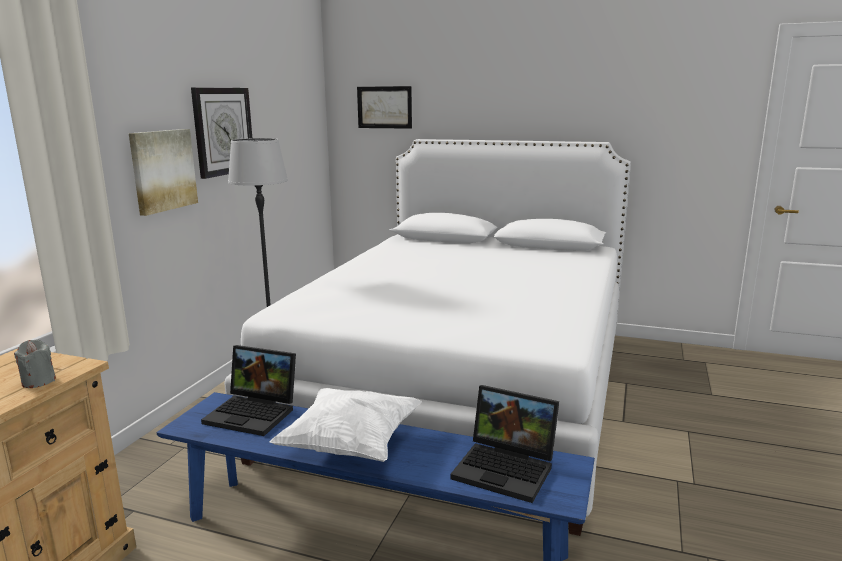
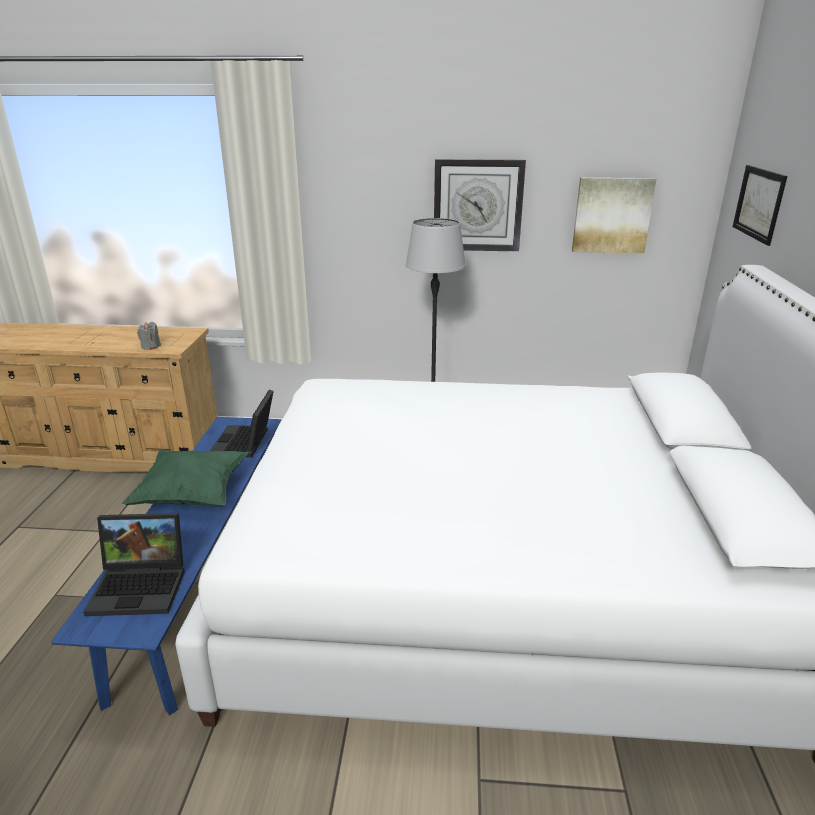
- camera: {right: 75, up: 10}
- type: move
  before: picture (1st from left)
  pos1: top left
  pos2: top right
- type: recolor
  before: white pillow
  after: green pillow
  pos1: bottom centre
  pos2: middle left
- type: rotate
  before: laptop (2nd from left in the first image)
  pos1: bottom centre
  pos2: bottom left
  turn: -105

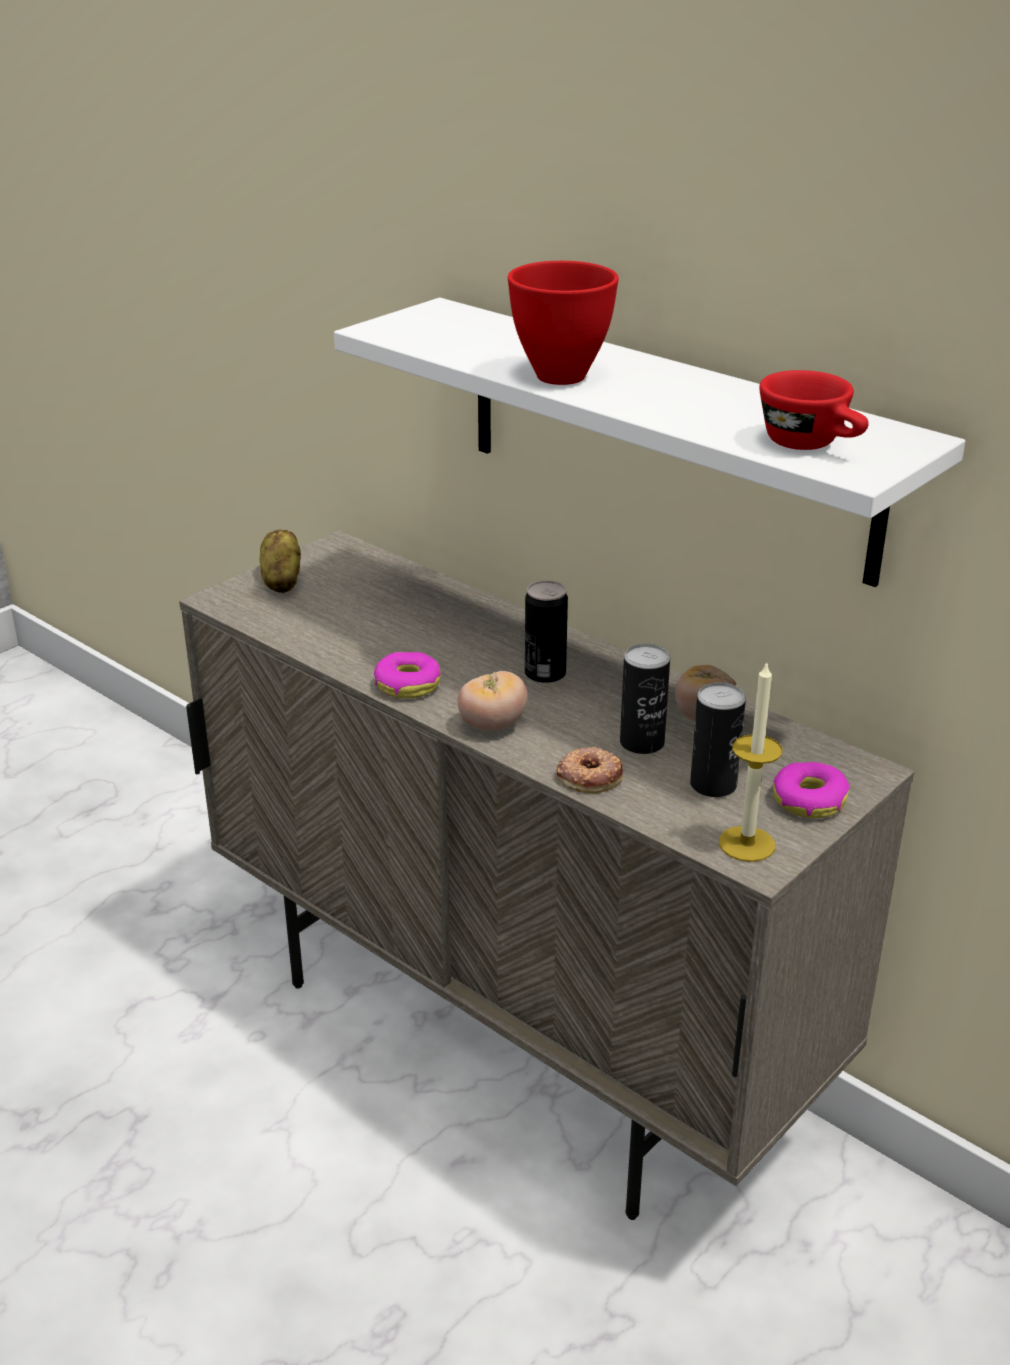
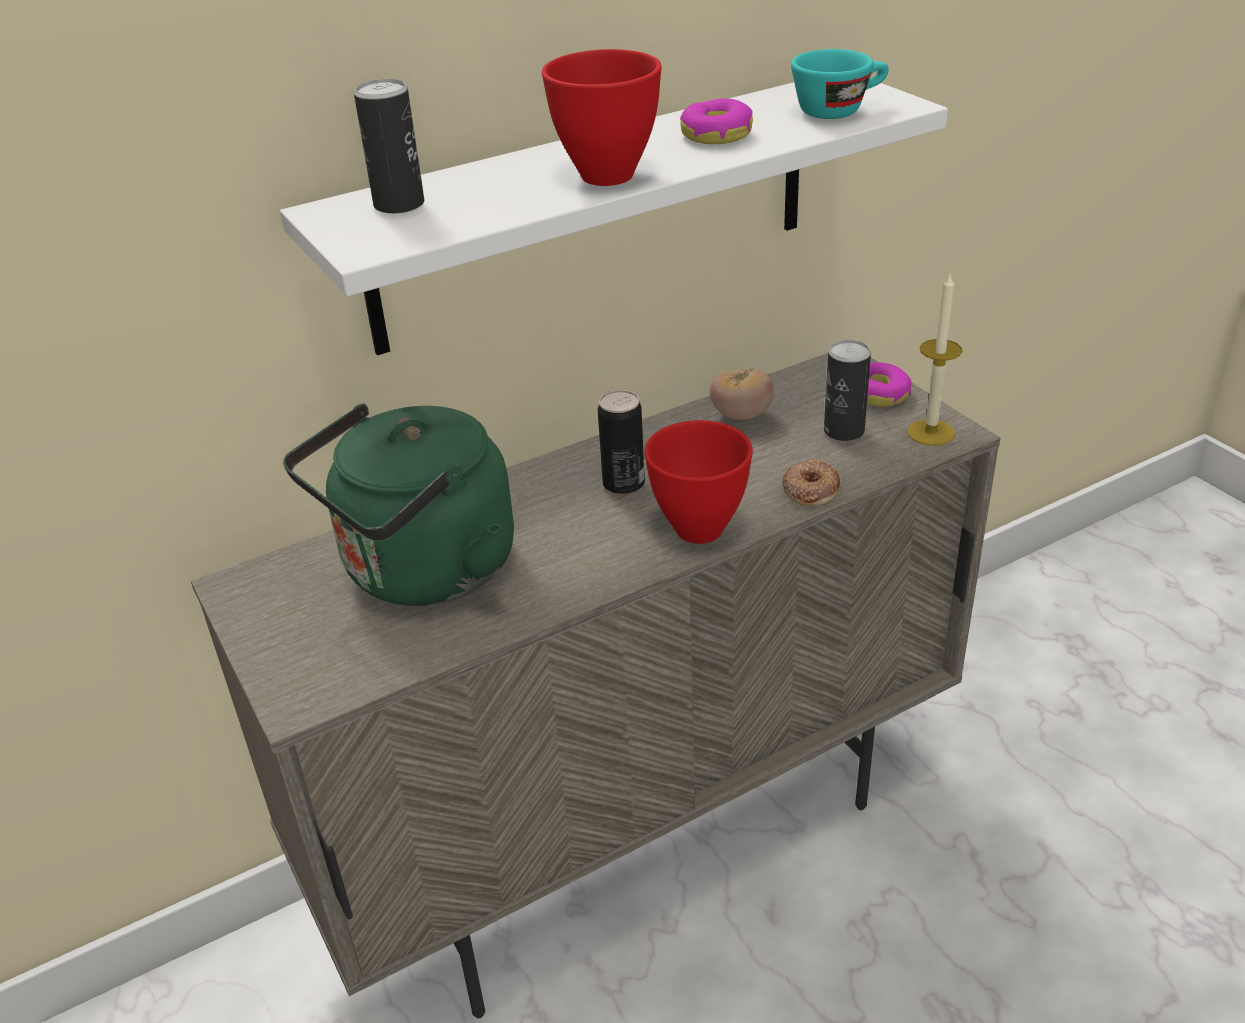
- camera: {right: -70, up: 5}
- type: delete
  before: potato
  pos1: middle left
- type: insert
  after: green kettle
  pos2: middle left
- type: move
  before: donut (1st from left)
  pos1: centre
  pos2: top centre
- type: move
  before: can (2nd from left in the first image)
  after: can (1st from left)
  pos1: centre
  pos2: top left
- type: replace
  before: tomato (1st from left)
  after: red bowl (2nd from left)
  pos1: centre
  pos2: centre
- type: recolor
  before: red cup
  after: turquoise cup
  pos1: top right
  pos2: top right

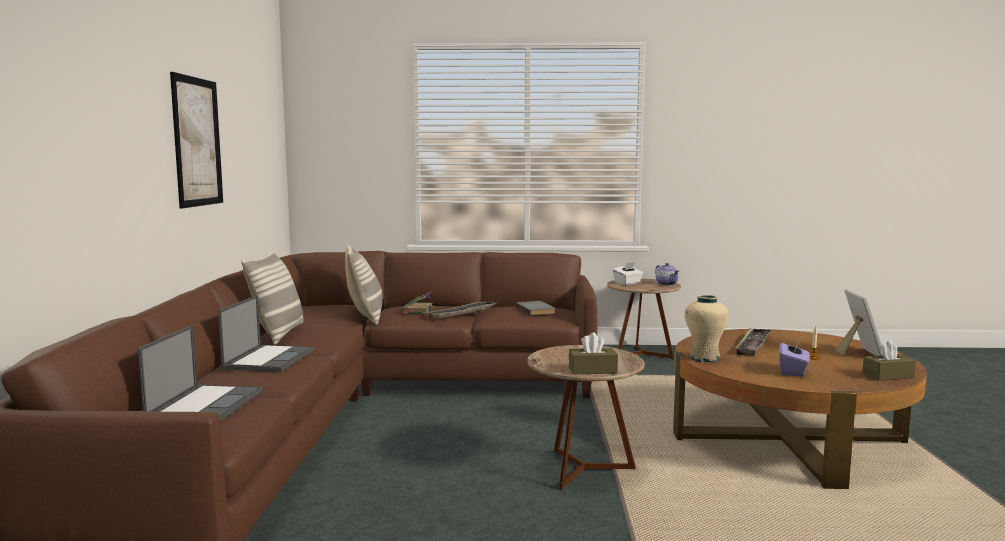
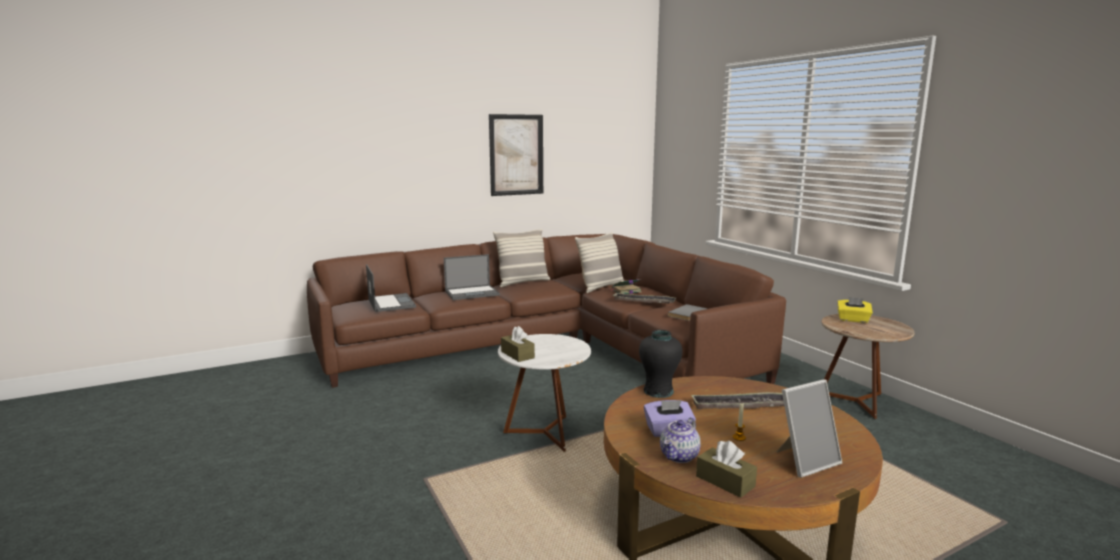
- camera: {right: 60, up: 5}
- type: move
  before: teapot
  pos1: centre
  pos2: bottom centre
- type: recolor
  before: brown side table (1st from left)
  after: white side table
  pos1: bottom centre
  pos2: bottom centre
- type: recolor
  before: white tissue box
  after: yellow tissue box
  pos1: centre
  pos2: middle right
- type: recolor
  before: beige vase
  after: black vase
  pos1: middle right
  pos2: centre
- type: rotate
  before: laptop (1st from left)
  pos1: bottom left
  pos2: centre
  turn: -90

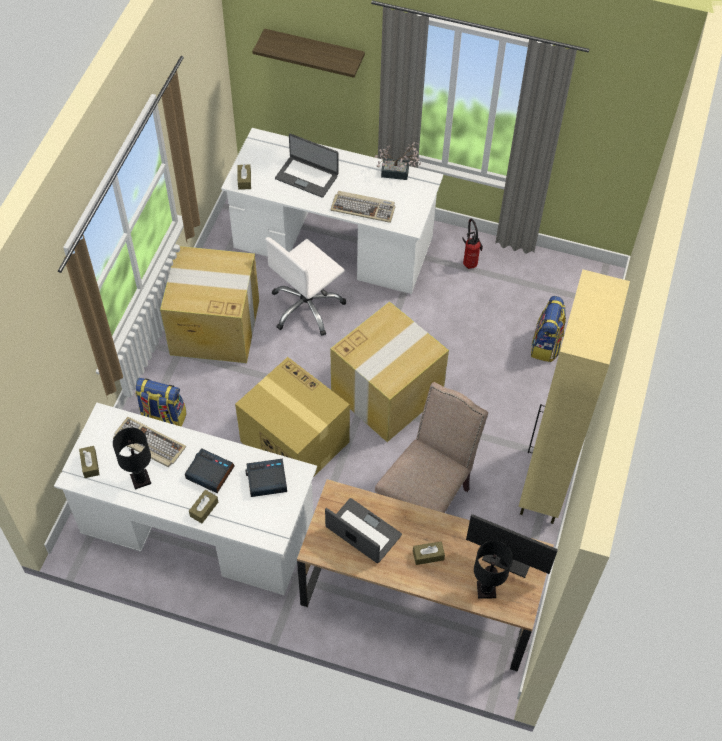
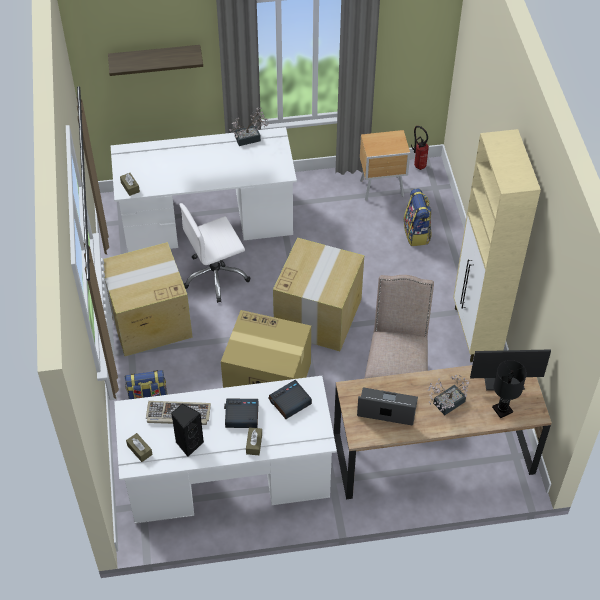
- camera: {right: -25, up: -5}
- type: delete
  before: laptop (1st from left)
  pos1: top centre
- type: delete
  before: keyboard (2nd from left)
  pos1: top centre
- type: insert
  after: brown nightstand
  pos2: top centre
- type: move
  before: fire extinguisher
  pos1: top centre
  pos2: top right
- type: replace
  before: black table lamp (1st from left)
  after: black speaker
  pos1: middle left
  pos2: bottom left
- type: replace
  before: brown tissue box (4th from left)
  after: potted plant (2nd from left)
  pos1: bottom centre
  pos2: middle right
- type: rotate
  before: white office chair
  pos1: centre
  pos2: centre
  turn: 45

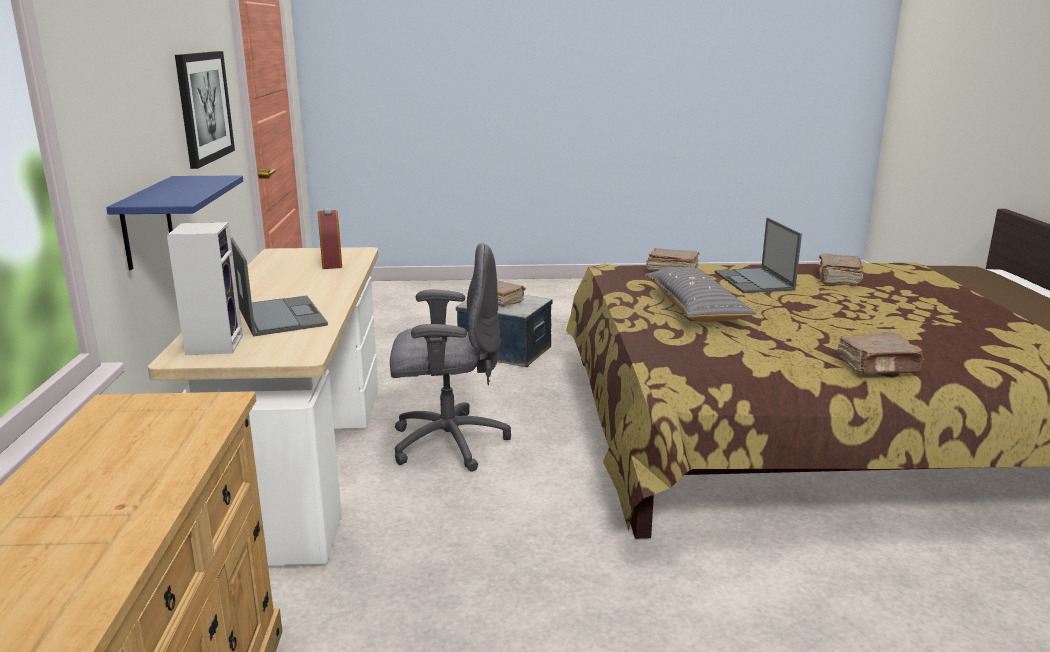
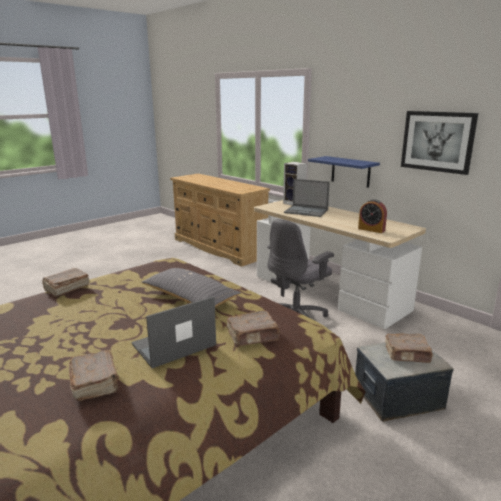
- camera: {right: 140, up: 0}
- type: rotate
  before: laptop (2nd from left in the first image)
  pos1: middle right
  pos2: centre
  turn: -75

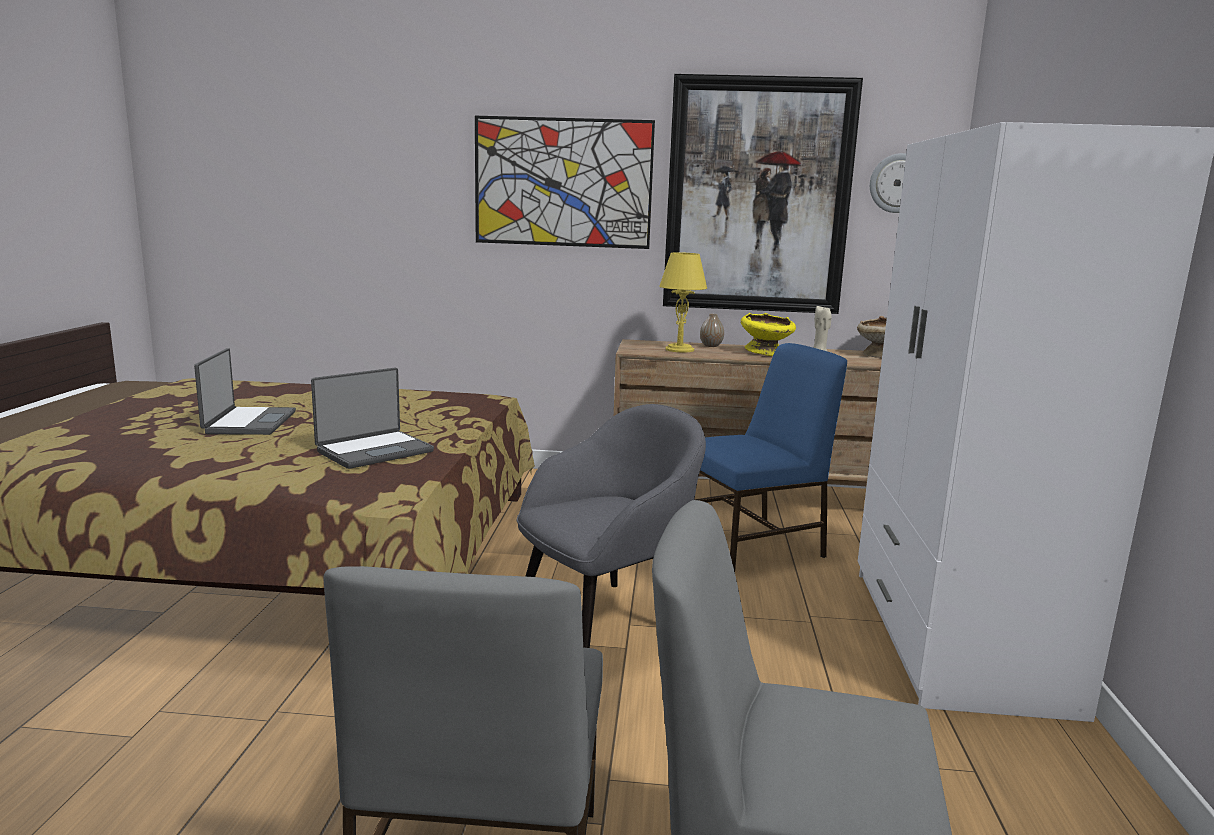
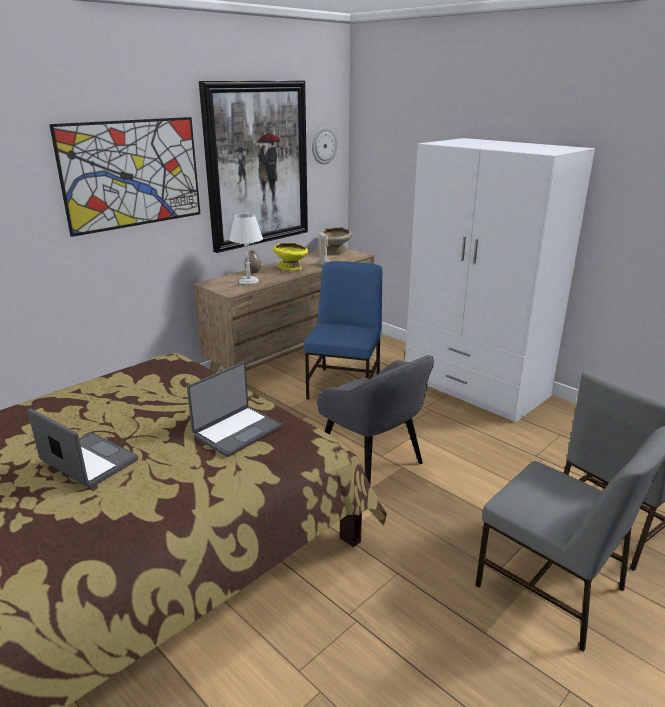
- camera: {right: -50, up: 10}
- type: recolor
  before: yellow table lamp
  after: white table lamp
  pos1: centre
  pos2: centre
- type: rotate
  before: laptop (2nd from left)
  pos1: middle left
  pos2: centre
  turn: 45
- type: rotate
  before: grey armchair
  pos1: centre
  pos2: centre
  turn: 135

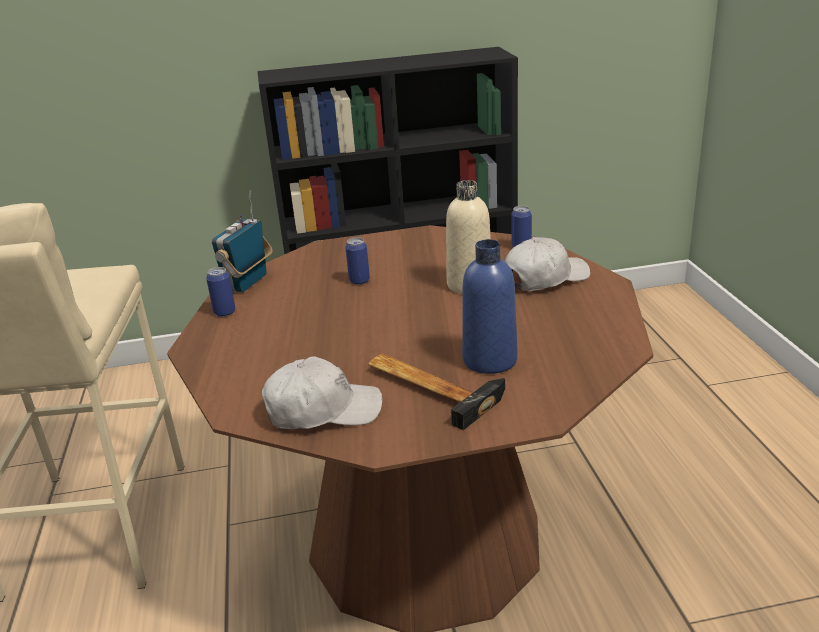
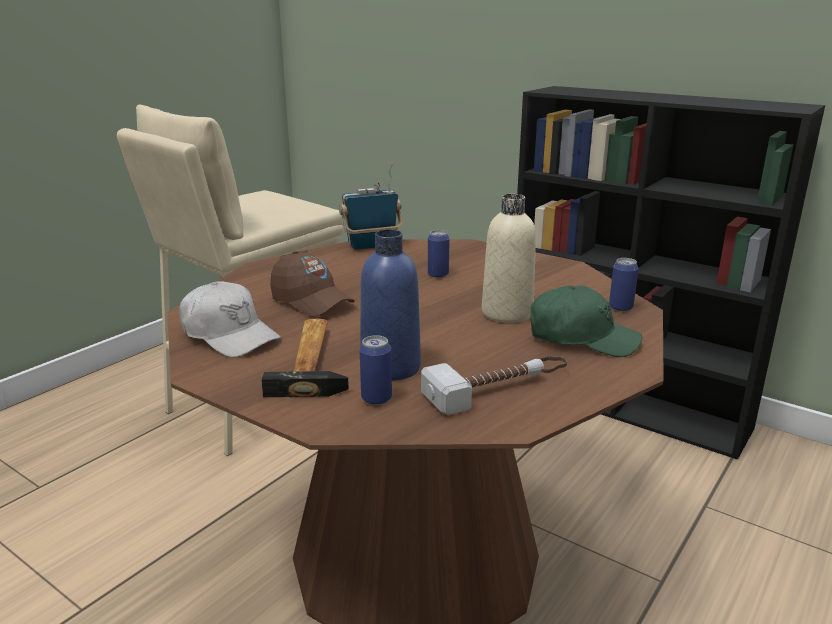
- camera: {right: 45, up: -5}
- type: insert
  after: brown cap
  pos2: centre
- type: insert
  after: hammer (2nd from left)
  pos2: centre
- type: move
  before: can (1st from left)
  pos1: middle left
  pos2: centre
- type: recolor
  before: white cap (2nd from left)
  after: green cap
  pos1: middle right
  pos2: middle right

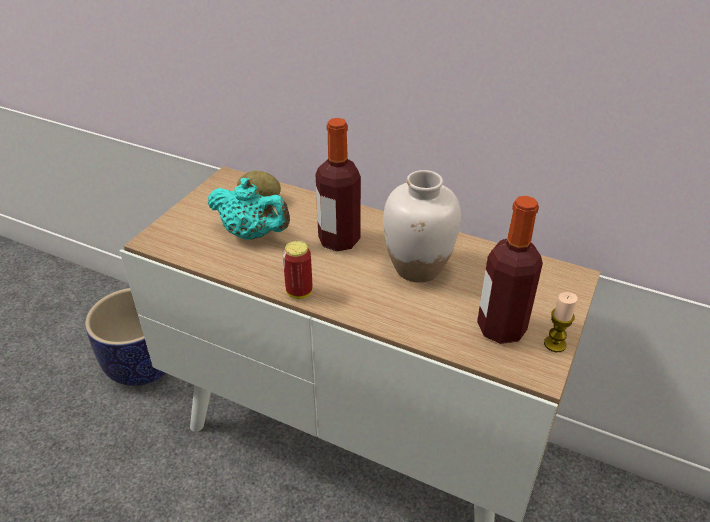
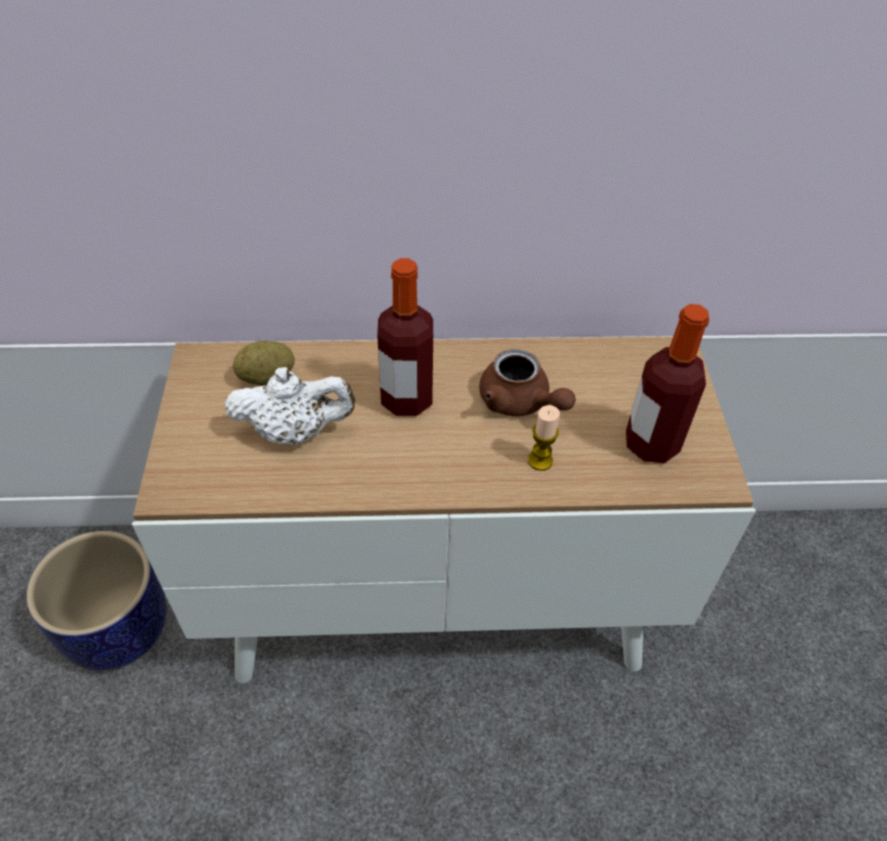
- camera: {right: -30, up: 10}
- type: delete
  before: can
  pos1: centre
- type: move
  before: candle
  pos1: middle right
  pos2: centre
- type: replace
  before: white vase
  after: brown teapot
  pos1: centre
  pos2: centre
- type: recolor
  before: turquoise teapot
  after: white teapot
  pos1: centre
  pos2: middle left

